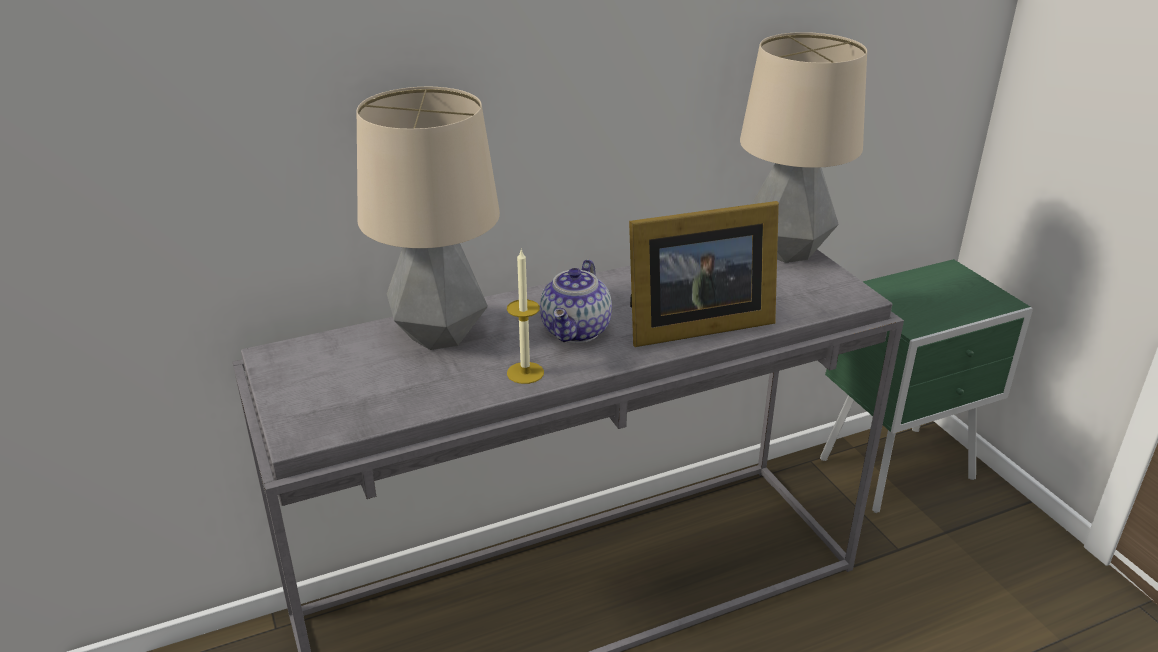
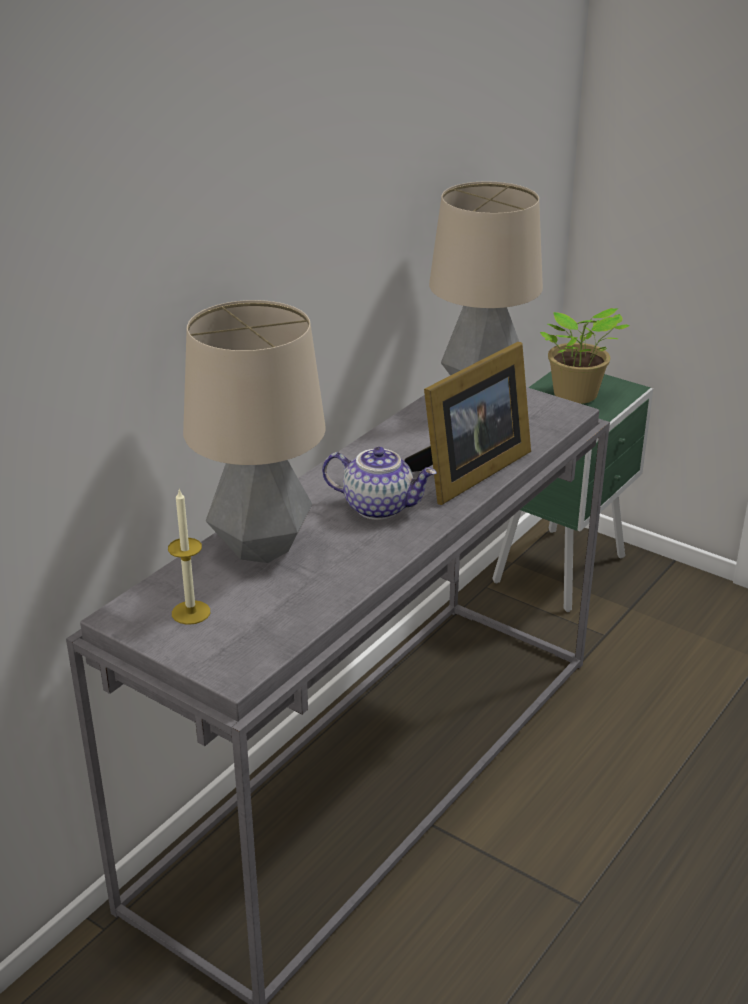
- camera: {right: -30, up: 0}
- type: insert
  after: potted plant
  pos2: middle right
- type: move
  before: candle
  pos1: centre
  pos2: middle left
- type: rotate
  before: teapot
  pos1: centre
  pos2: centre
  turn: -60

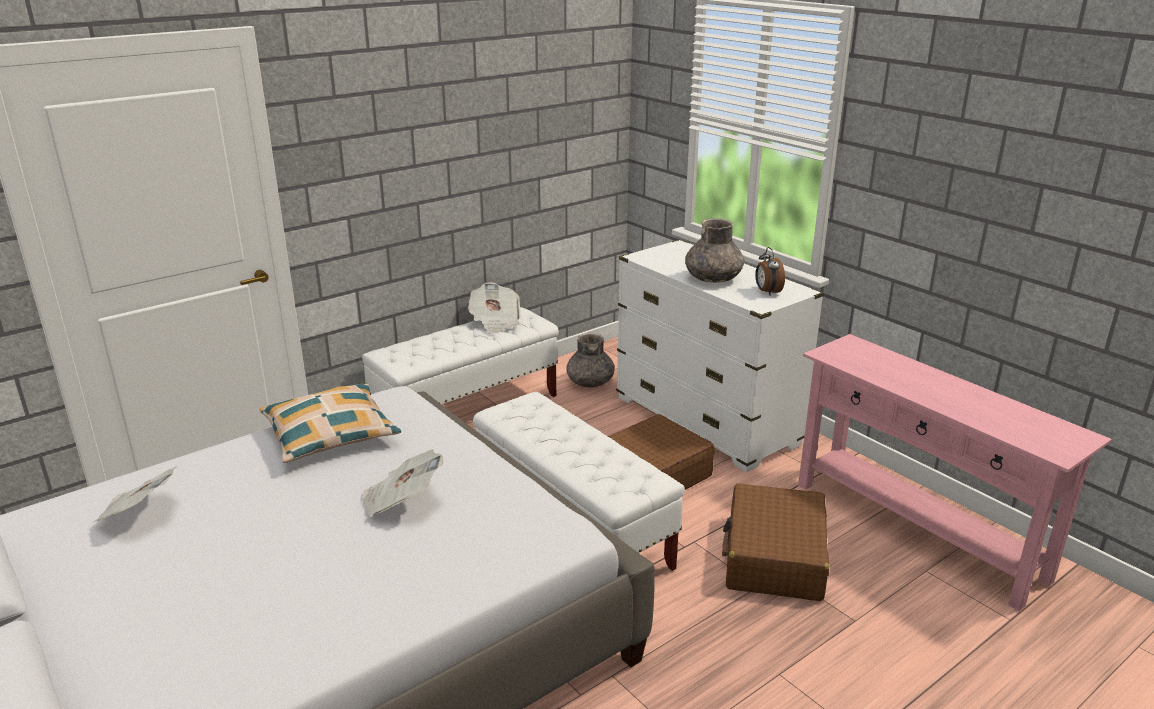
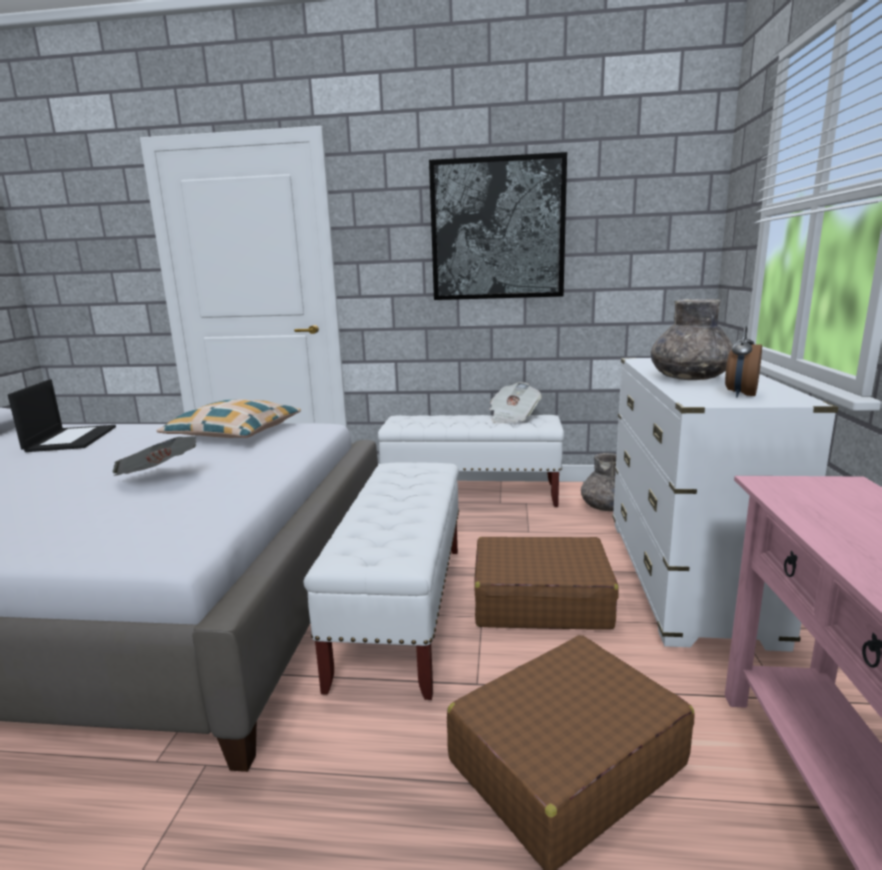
- camera: {right: 45, up: -10}
- type: insert
  after: picture
  pos2: top centre
- type: replace
  before: newspaper (1st from left)
  after: laptop
  pos1: bottom left
  pos2: middle left

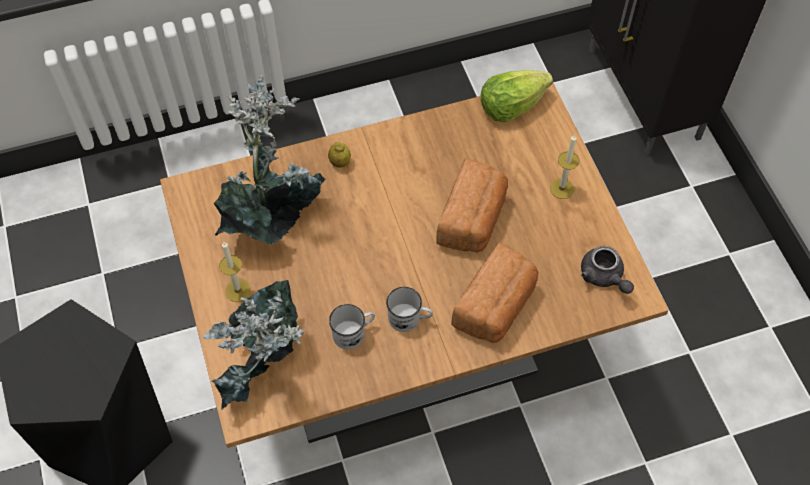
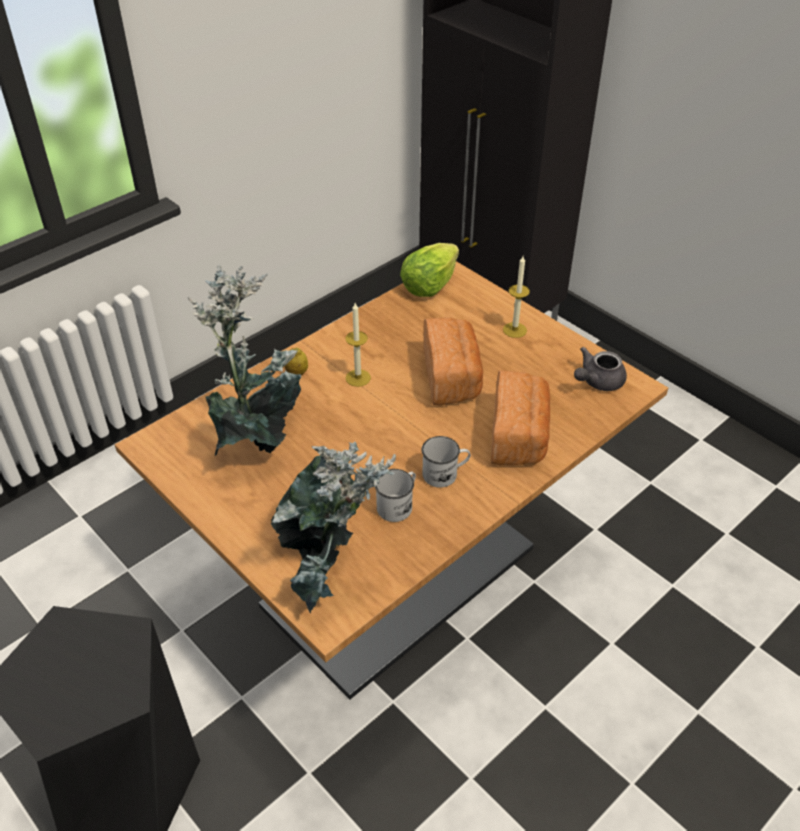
- camera: {right: -25, up: -15}
- type: move
  before: candle (1st from left)
  pos1: middle left
  pos2: centre
- type: rotate
  before: grey teapot
  pos1: middle right
  pos2: middle right
  turn: 105

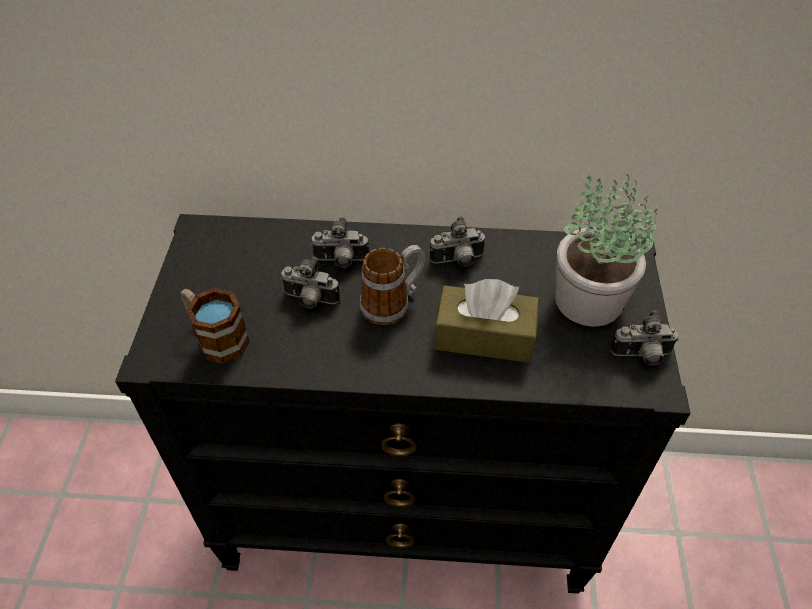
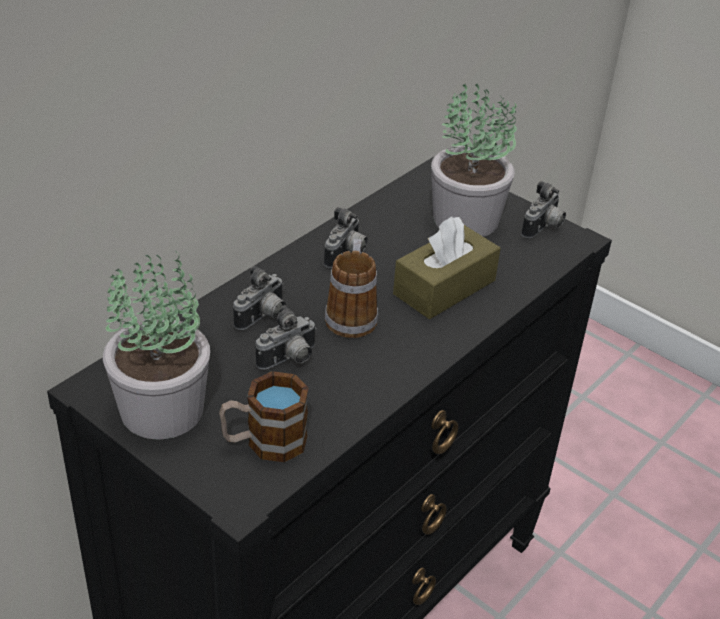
- camera: {right: -55, up: -10}
- type: insert
  after: potted plant (1st from left)
  pos2: middle left

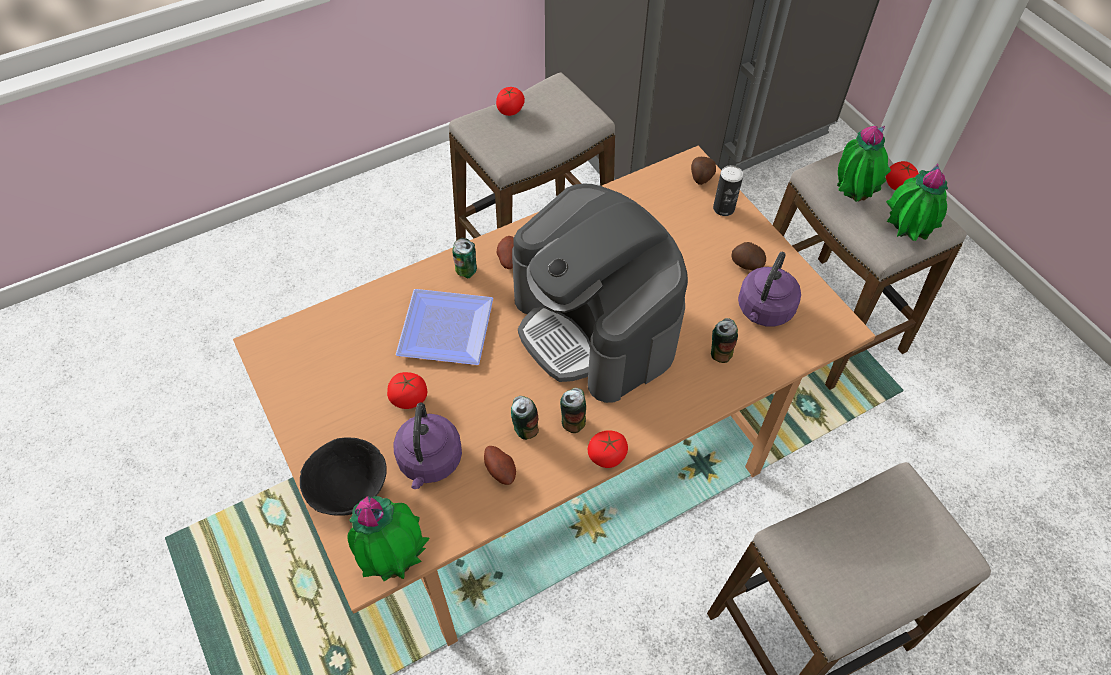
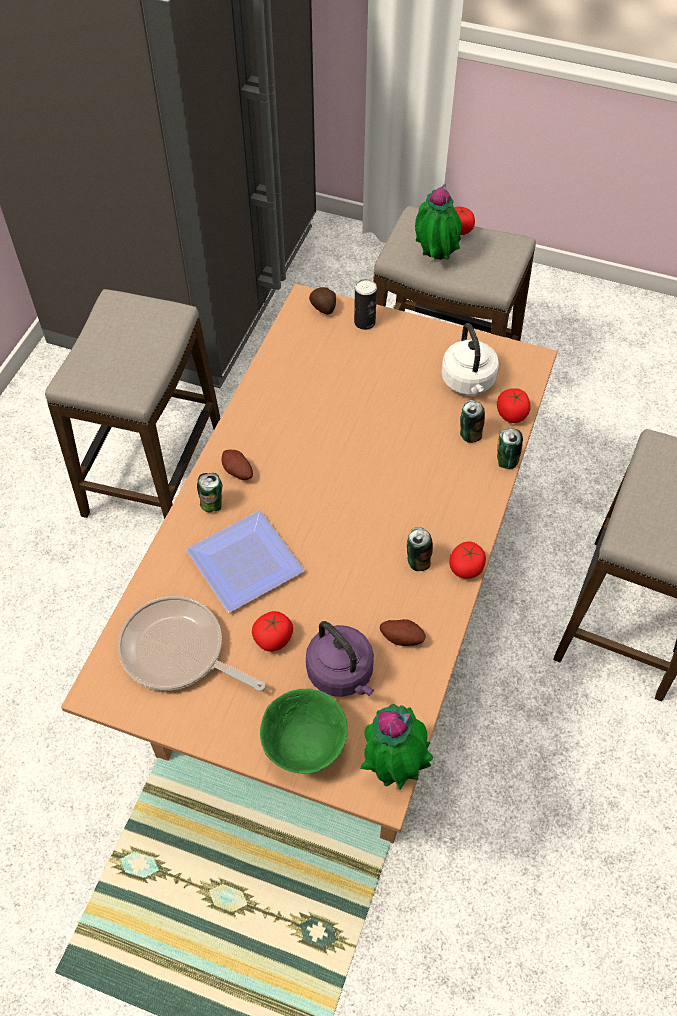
- camera: {right: -40, up: 0}
- type: delete
  before: coffee machine
  pos1: centre
- type: delete
  before: potato (4th from left)
  pos1: middle right
- type: delete
  before: potted plant (3rd from left)
  pos1: top right
- type: insert
  after: frying pan
  pos2: middle left
- type: move
  before: tomato (2nd from left in the first image)
  after: tomato (4th from left)
  pos1: top centre
  pos2: middle right
- type: move
  before: can (2nd from left in the first image)
  after: can (5th from left)
  pos1: centre
  pos2: middle right
- type: recolor
  before: black bowl
  after: green bowl
  pos1: bottom left
  pos2: bottom centre
- type: recolor
  before: purple kettle (2nd from left)
  after: white kettle
  pos1: middle right
  pos2: middle right

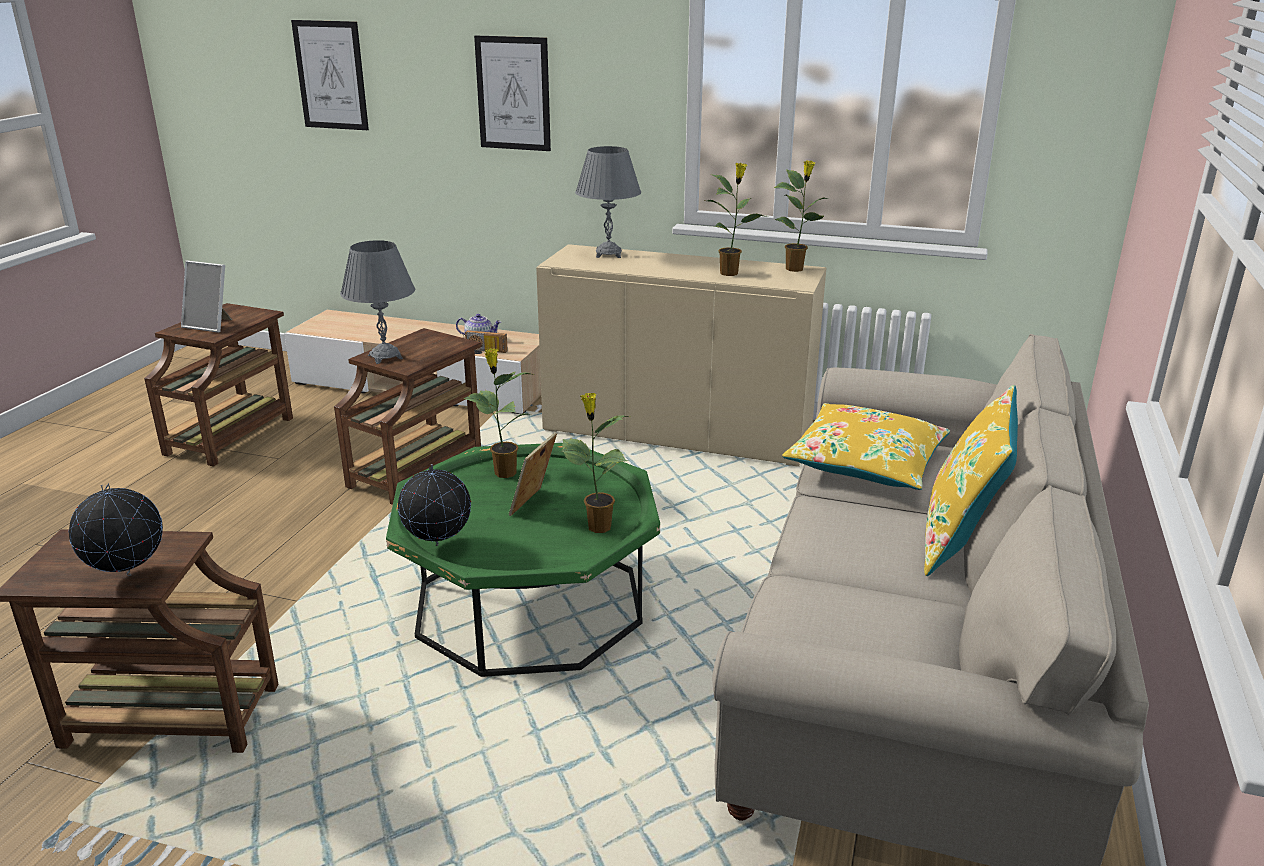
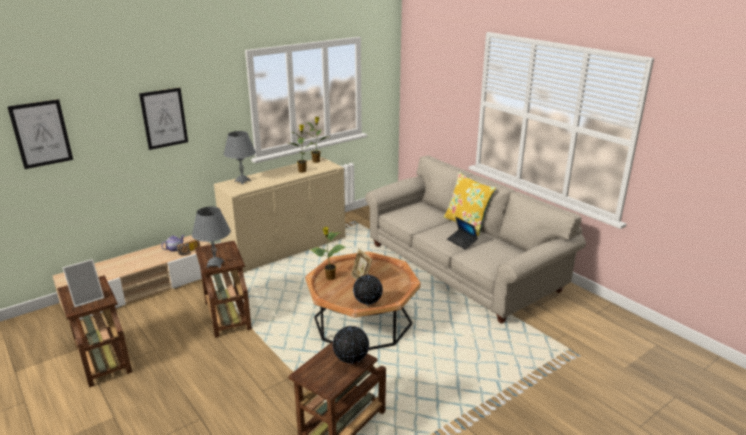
- camera: {right: -55, up: 0}
- type: delete
  before: potted plant (2nd from left)
  pos1: centre
- type: delete
  before: yellow pillow (1st from left)
  pos1: middle right
- type: insert
  after: laptop
  pos2: centre
- type: recolor
  before: green coffee table
  after: brown coffee table
  pos1: centre
  pos2: bottom centre

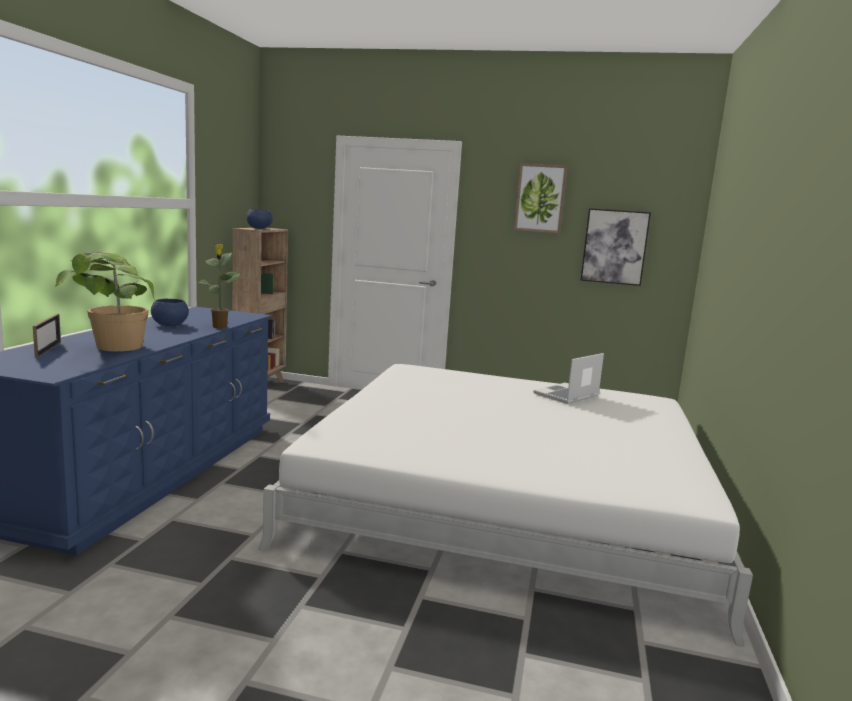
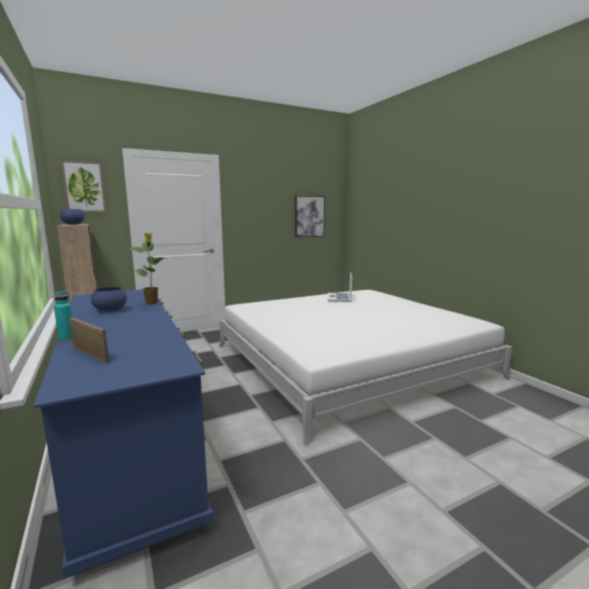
- camera: {right: -40, up: 0}
- type: delete
  before: potted plant (1st from left)
  pos1: middle left
- type: insert
  after: turquoise bottle
  pos2: middle left
- type: move
  before: picture (1st from left)
  pos1: top centre
  pos2: top left

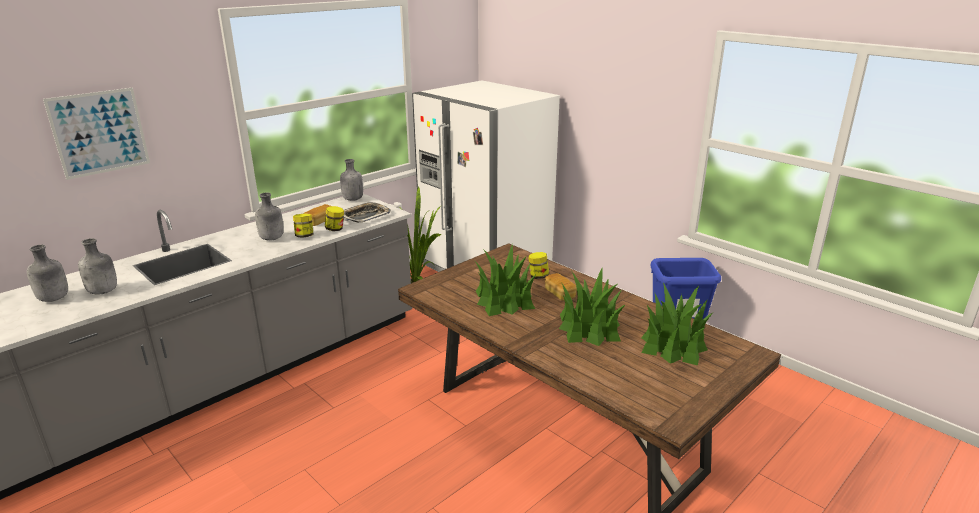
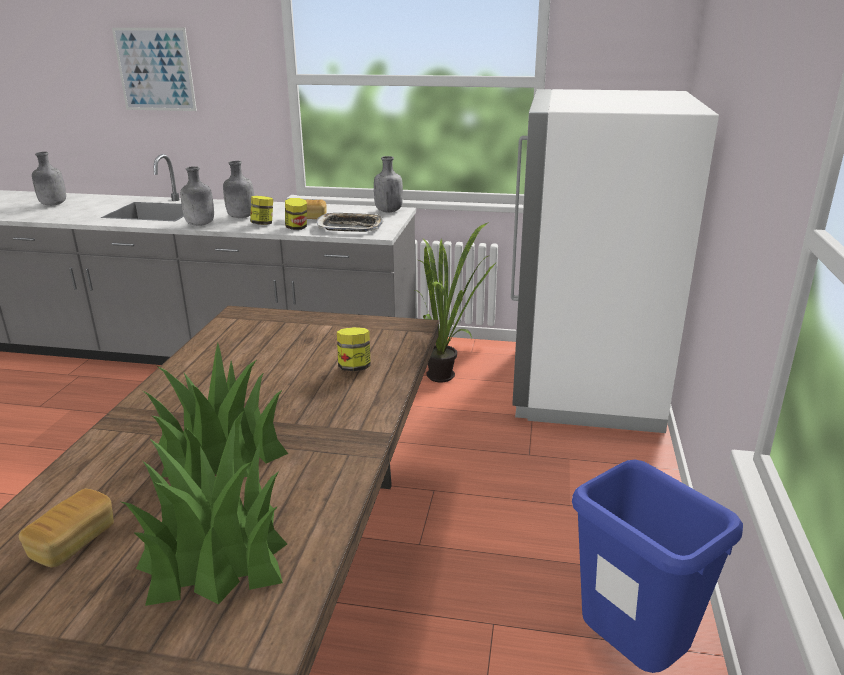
- camera: {right: 55, up: 0}
- type: delete
  before: potted plant (2nd from left)
  pos1: centre
- type: move
  before: grey bottle (2nd from left)
  pos1: middle left
  pos2: top left
- type: move
  before: bread (2nd from left in the first image)
  after: bread (1st from left)
  pos1: centre
  pos2: bottom left

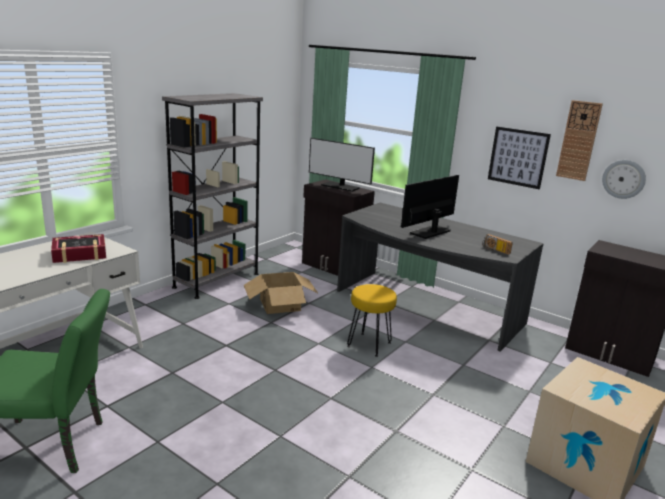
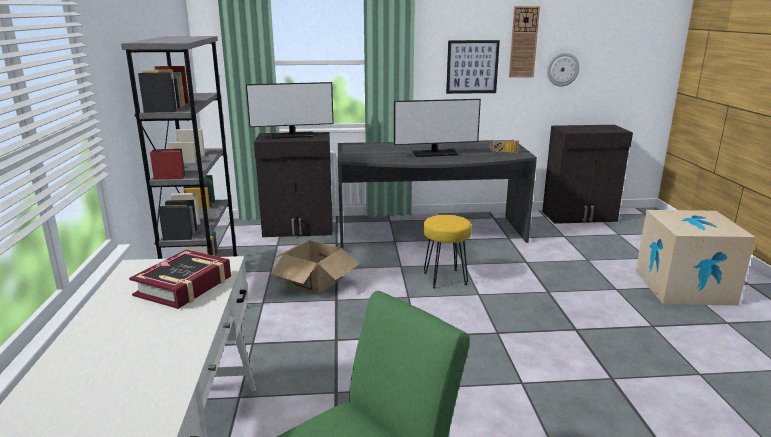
- camera: {right: -40, up: 0}
- type: rotate
  before: monitor (2nd from left)
  pos1: centre
  pos2: top centre
  turn: -105

